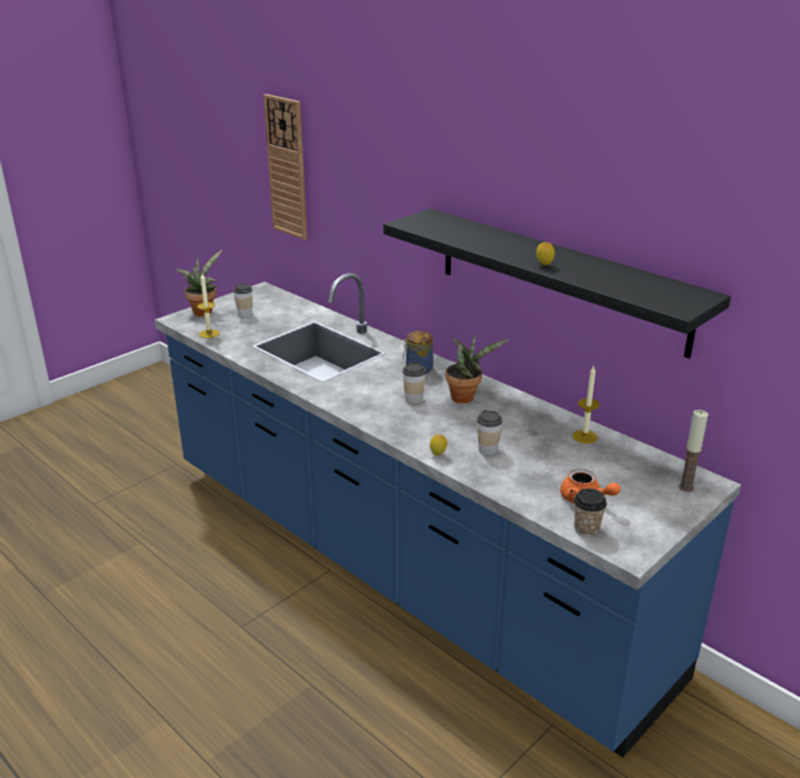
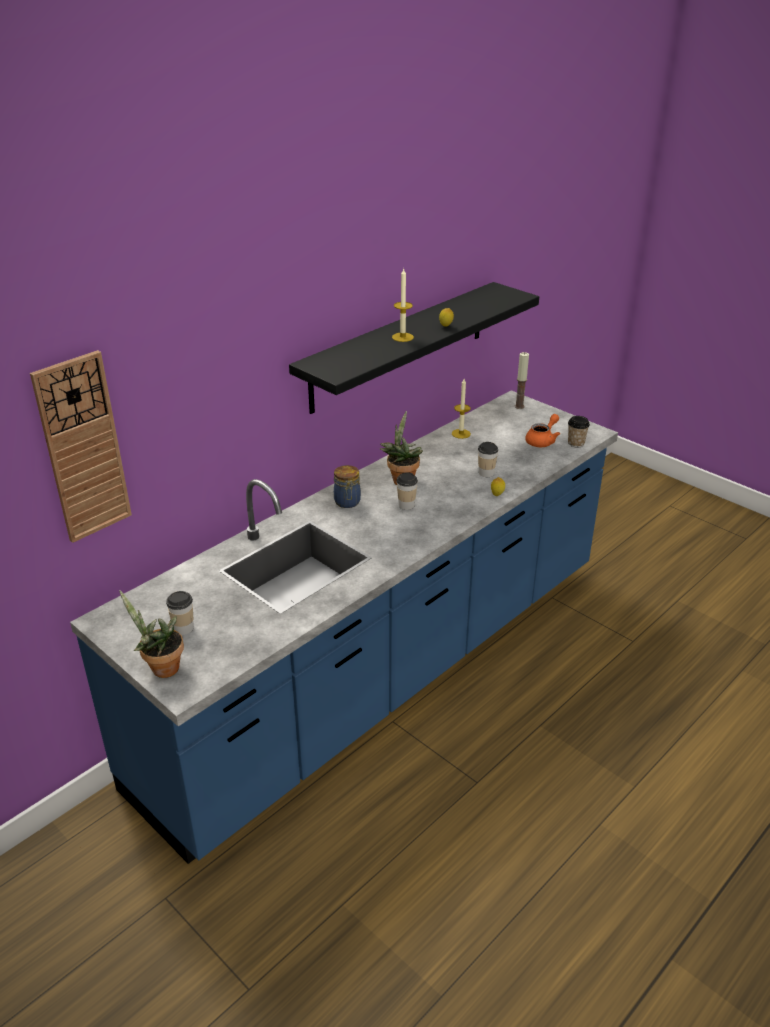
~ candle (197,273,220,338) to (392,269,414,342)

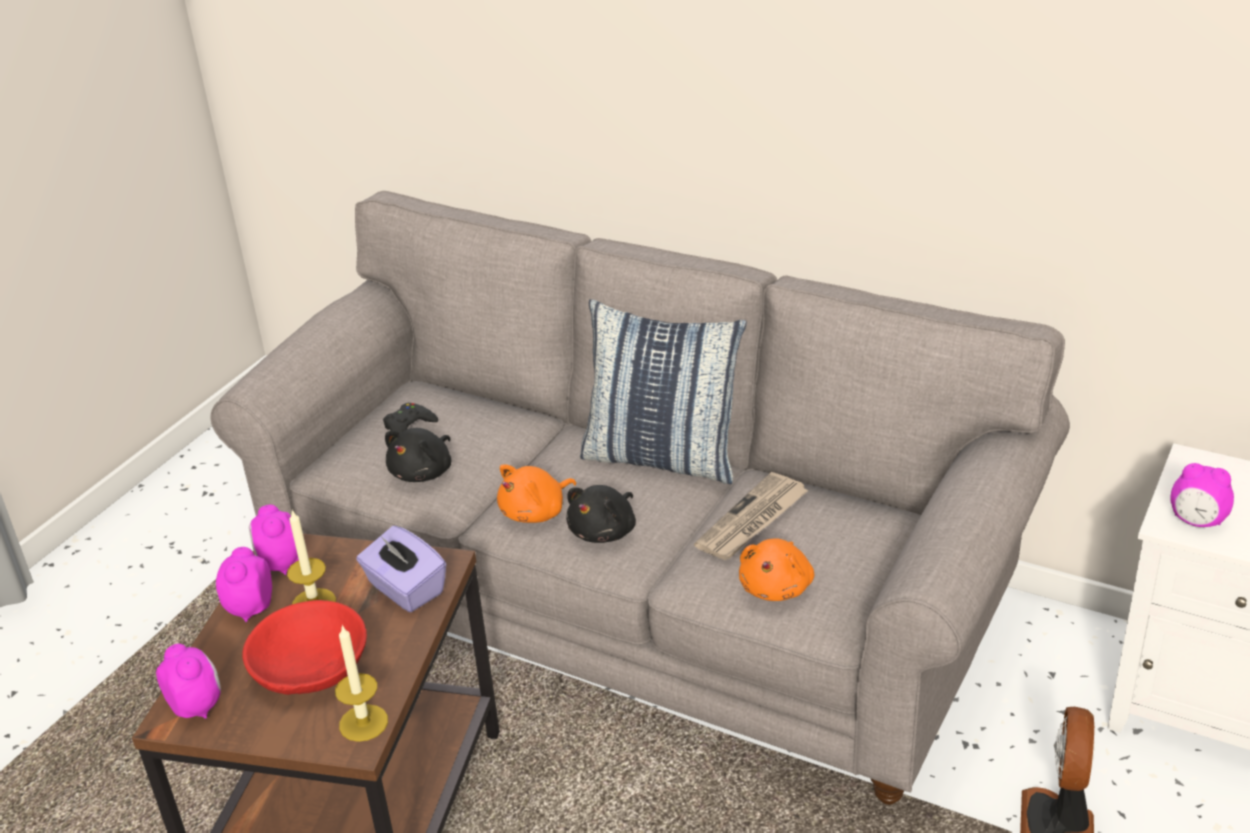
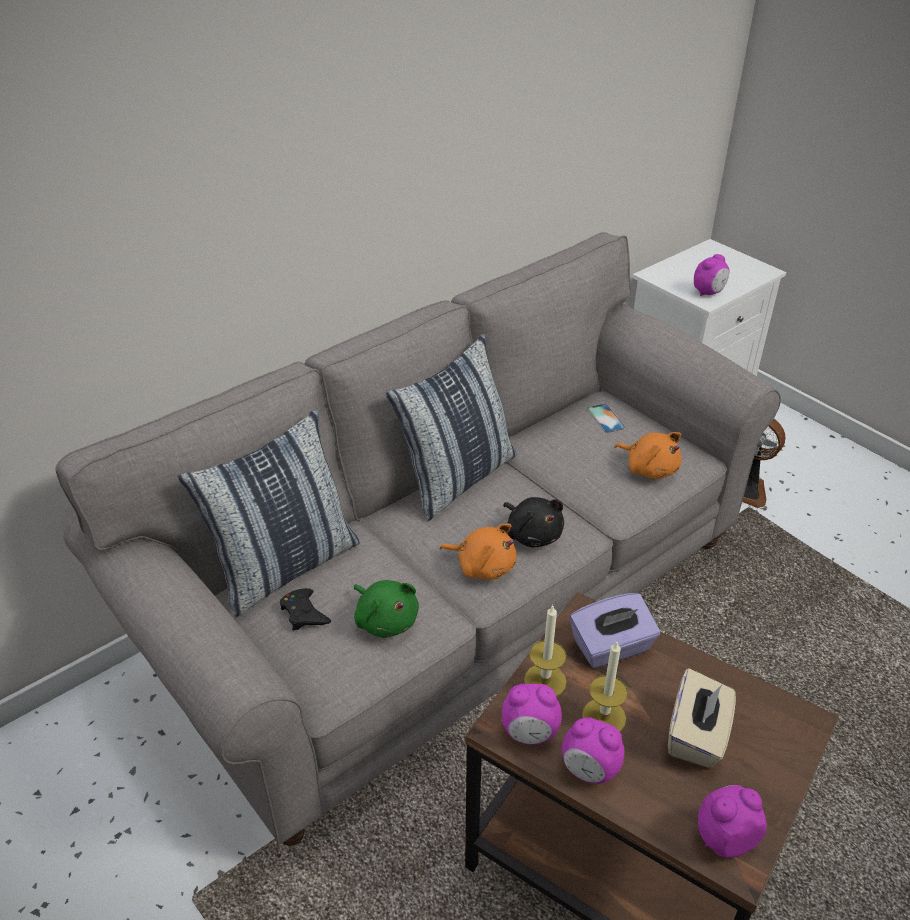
~ red deep dish (243,600,367,695) to beige box of tissues (668,668,736,768)
~ candle (335,625,388,742) to (524,605,567,697)
~ blackish cuddly toy (385,428,451,482) to green-coloured cuddly toy (354,580,419,638)
~ orange cuddly toy (497,464,576,523) = (440,524,517,580) 45 degrees counterclockwise
- printed paper (694,472,809,560)
+ pillow (178,409,360,617)
+ handset (587,404,625,433)

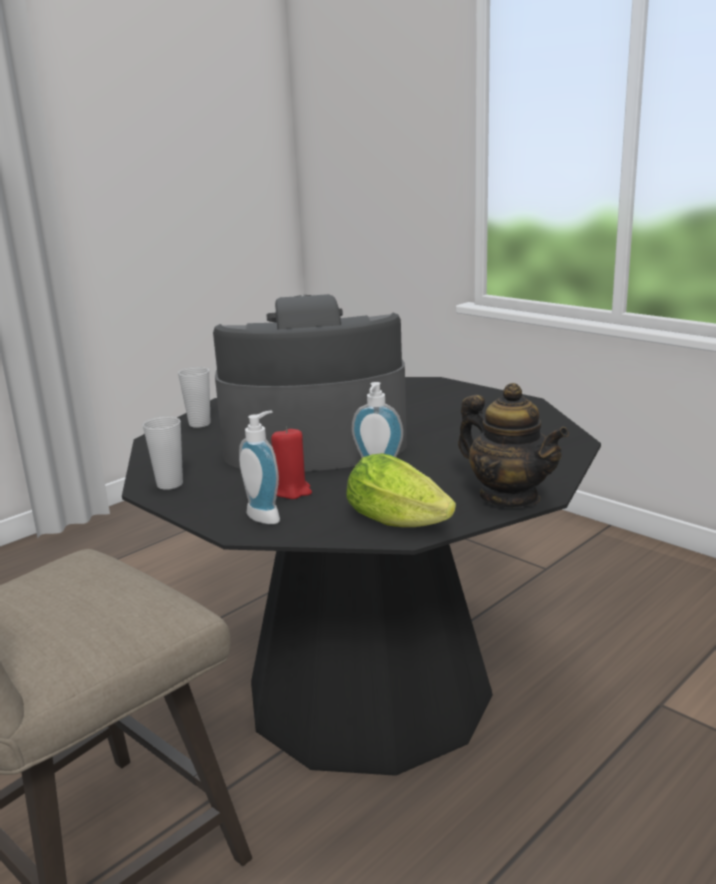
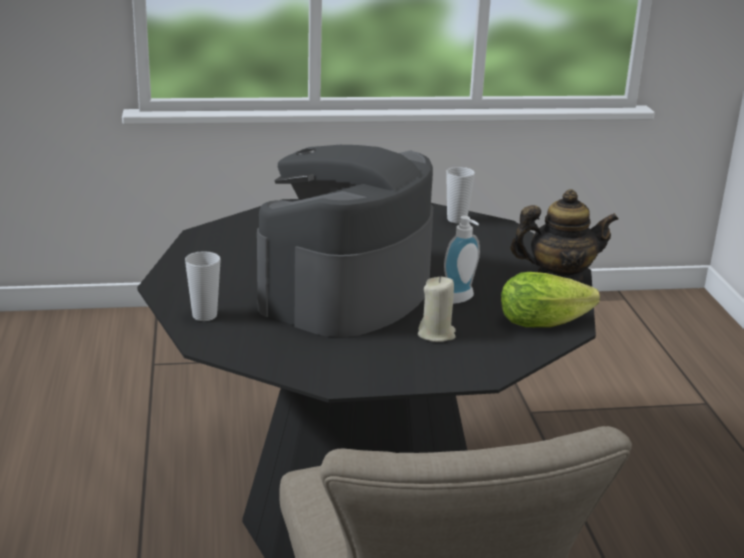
~ small cup (143,416,183,490) to (446,167,475,223)
- soap bottle (239,411,280,524)
~ red candle (271,427,312,499) to beige candle (418,277,456,342)

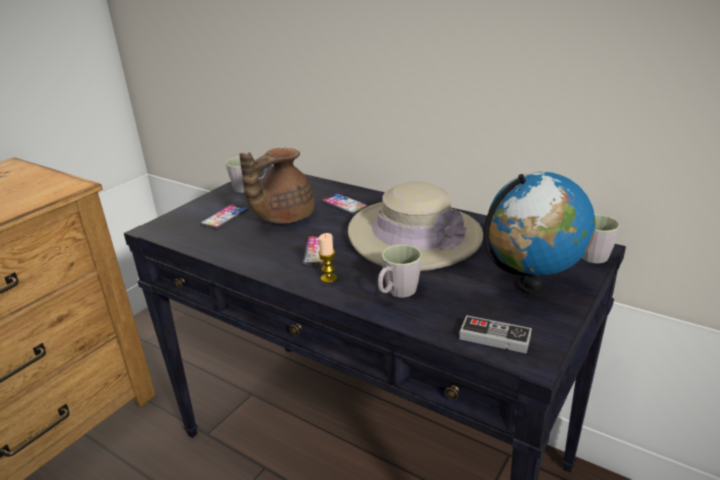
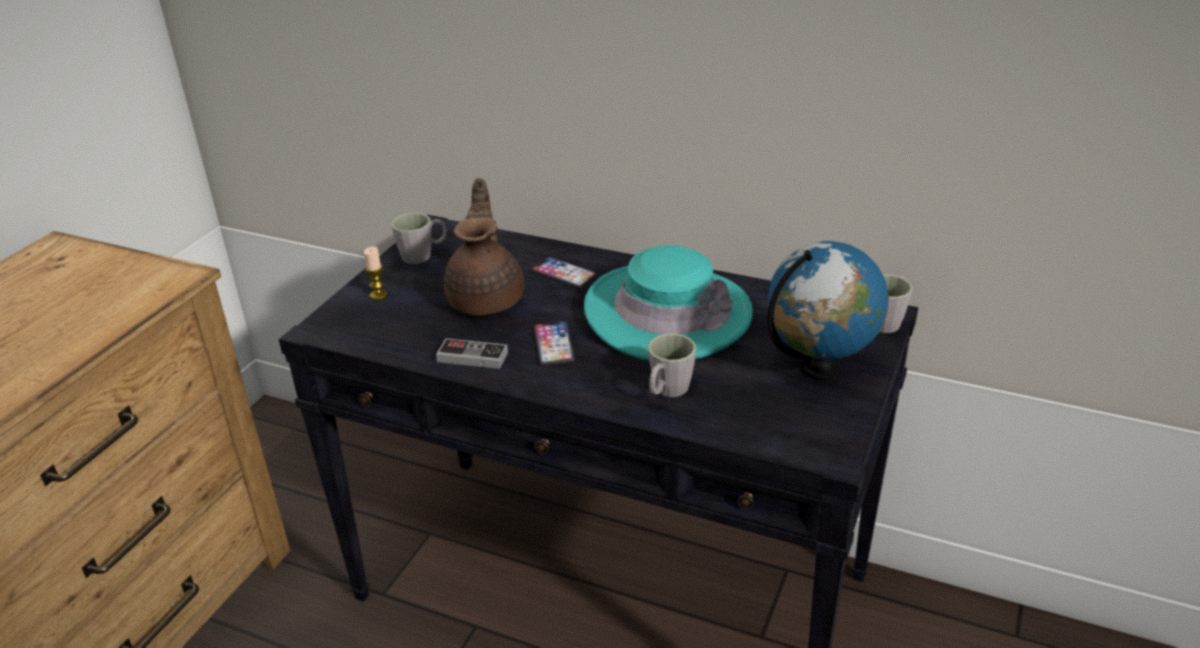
- handset (200,204,249,229)
~ brownish teapot (240,148,315,224) = (444,178,524,316) 150 degrees clockwise
~ candle (318,233,337,283) to (364,247,388,300)
~ beige wearable hat (348,181,483,271) to blue-green wearable hat (584,245,753,361)
~ gamepad (459,315,532,354) to (436,338,508,369)

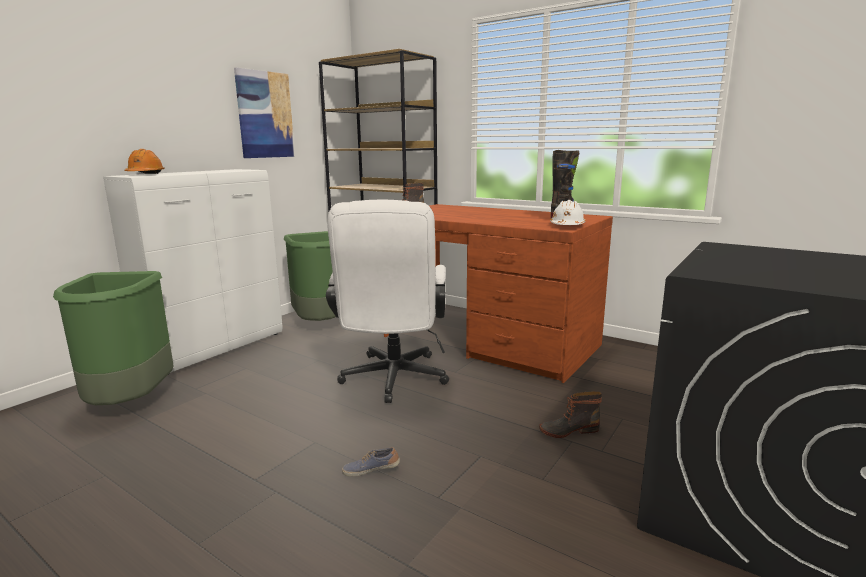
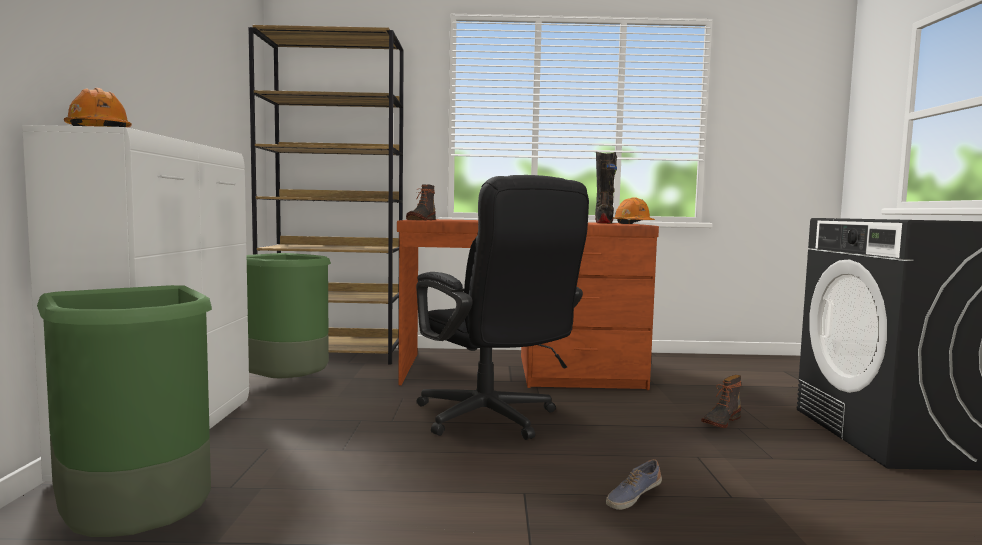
- wall art (234,68,295,158)
~ white office chair (326,200,449,403) to blackish office chair (416,175,589,440)
~ white work helmet (550,200,586,225) to orange work helmet (613,197,655,224)

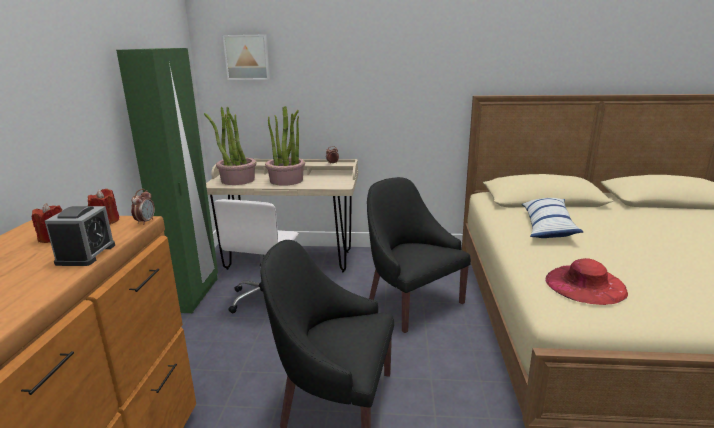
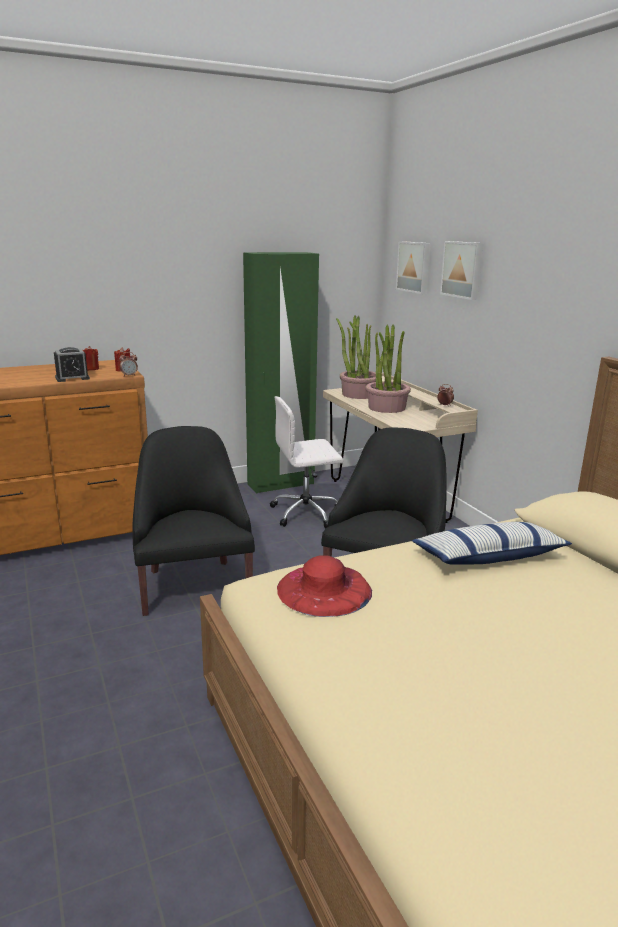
+ wall art (440,241,483,300)

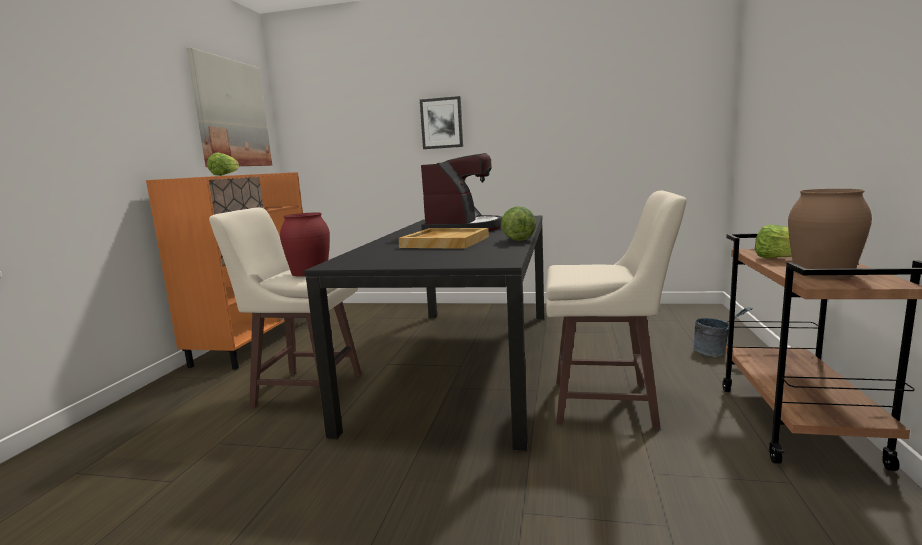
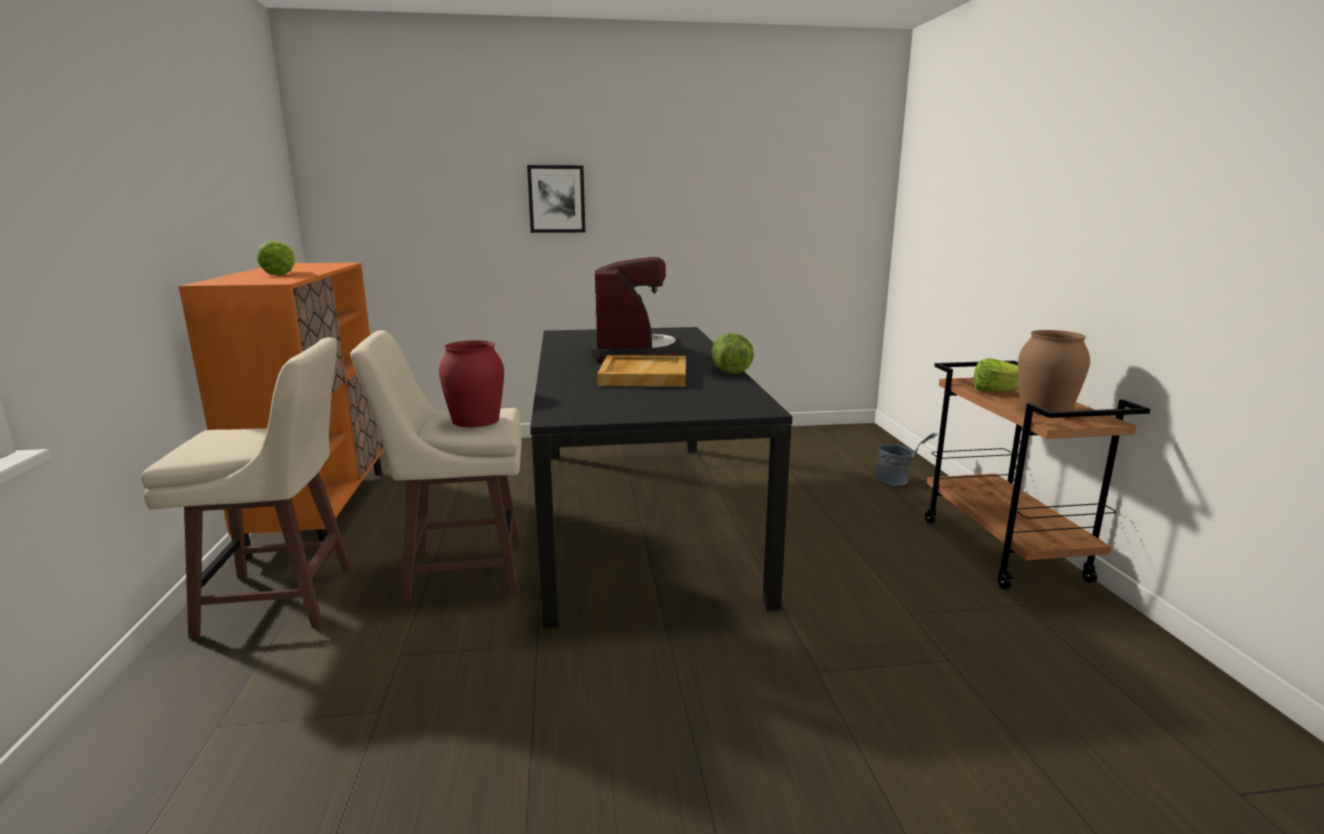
- wall art (187,48,272,167)
~ beige stool seat (546,191,687,429) to (141,337,352,639)

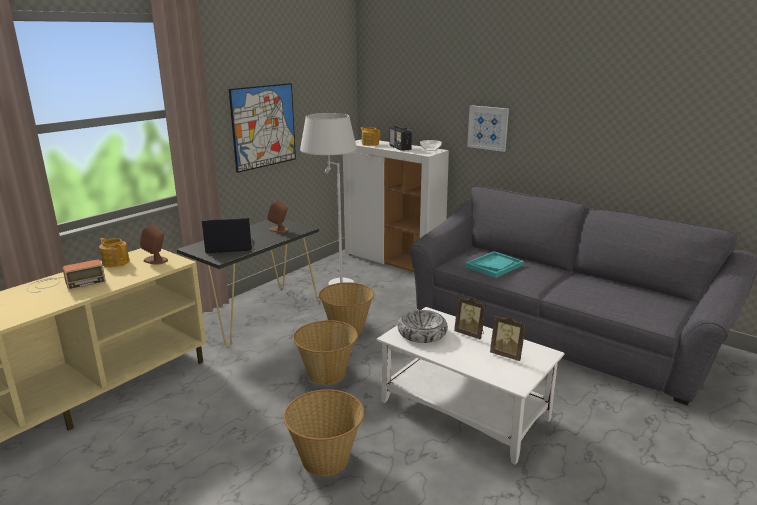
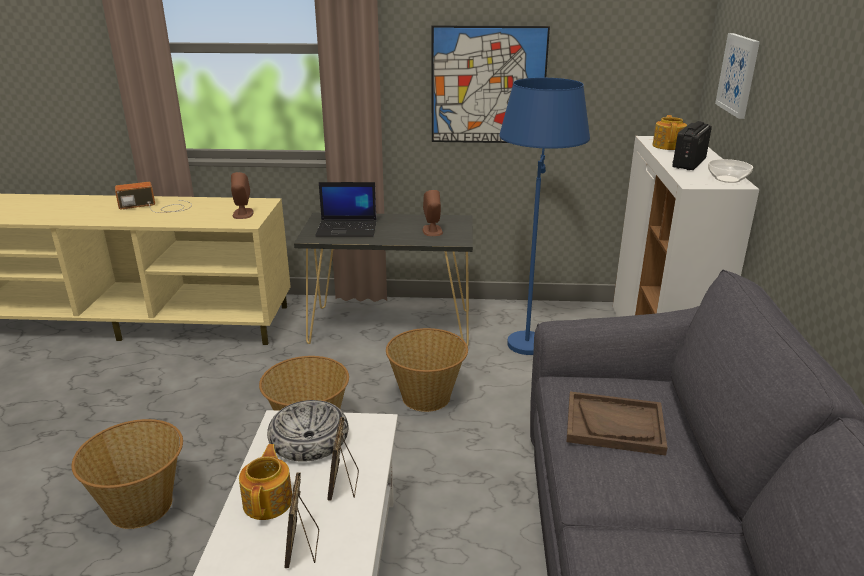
~ radio receiver (27,259,106,293) = (115,182,192,213) 135 degrees clockwise
~ teapot (99,238,130,267) to (239,444,292,520)
~ notebook computer (202,218,253,253) = (315,182,377,237) 135 degrees clockwise
~ white standing lamp (300,113,357,285) to blue standing lamp (500,78,590,355)
~ blue-green carrying tray (466,251,524,278) to brownish carrying tray (566,392,667,456)
~ wall art (467,105,509,152) to (715,33,760,119)

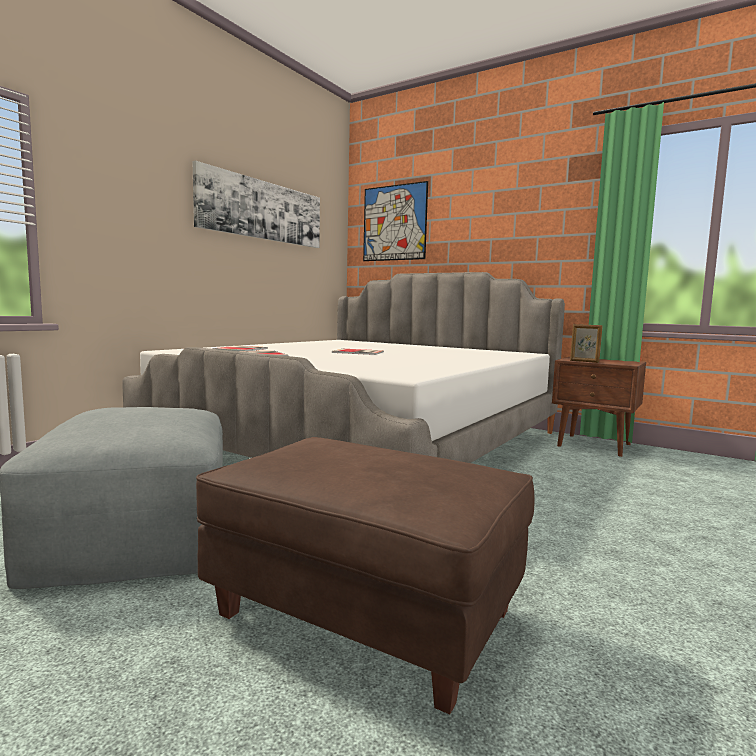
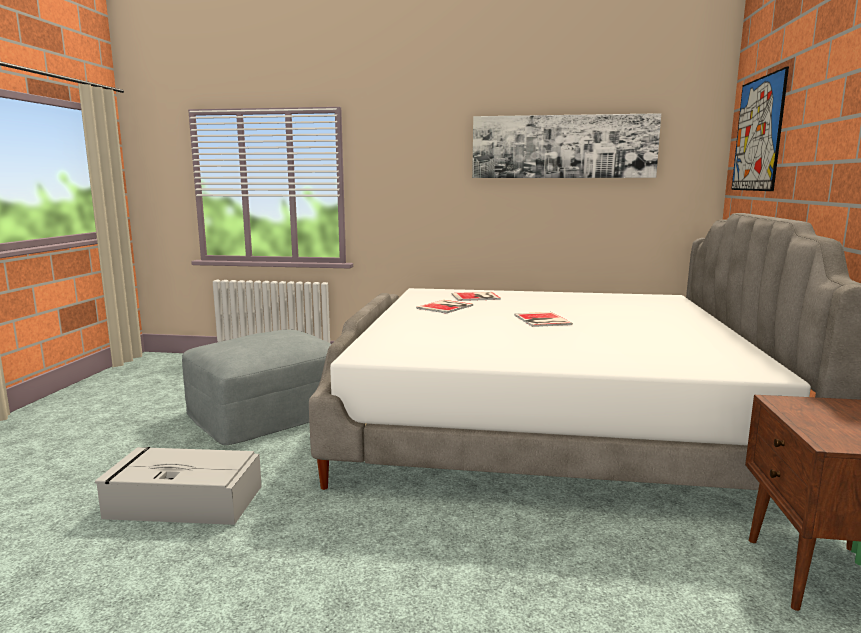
~ brownish footrest (196,437,534,714) to grey storage box (95,447,262,525)
- photo frame (570,324,603,363)

